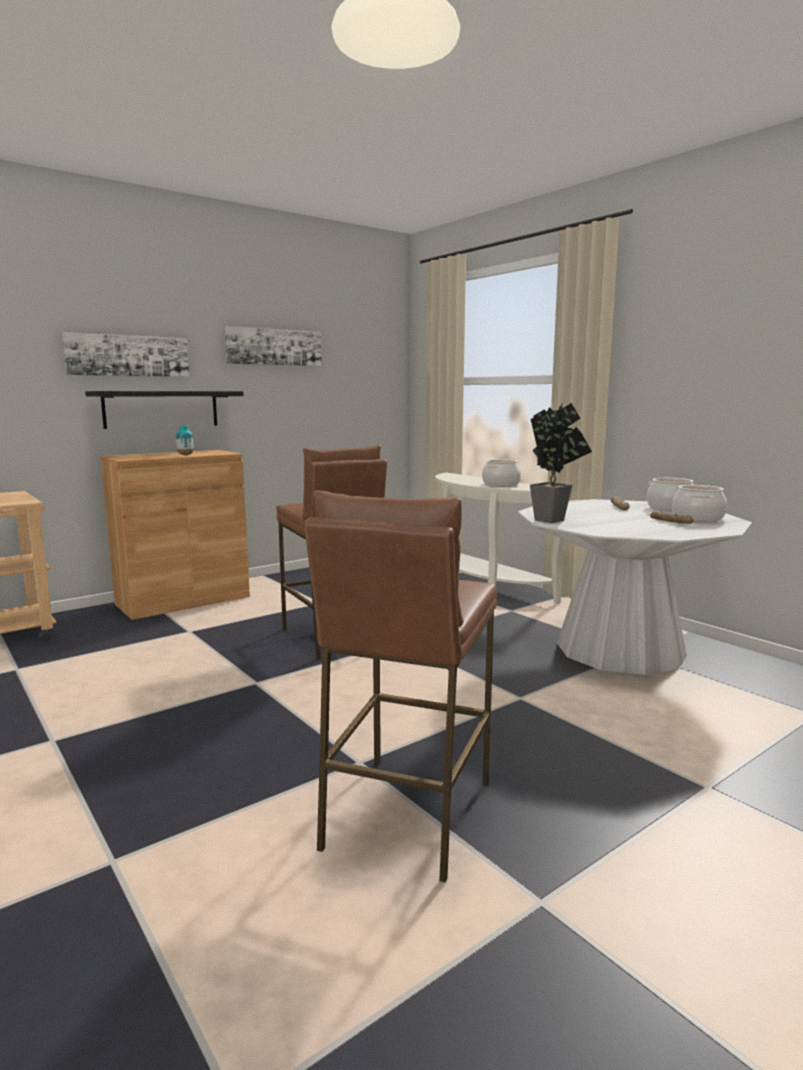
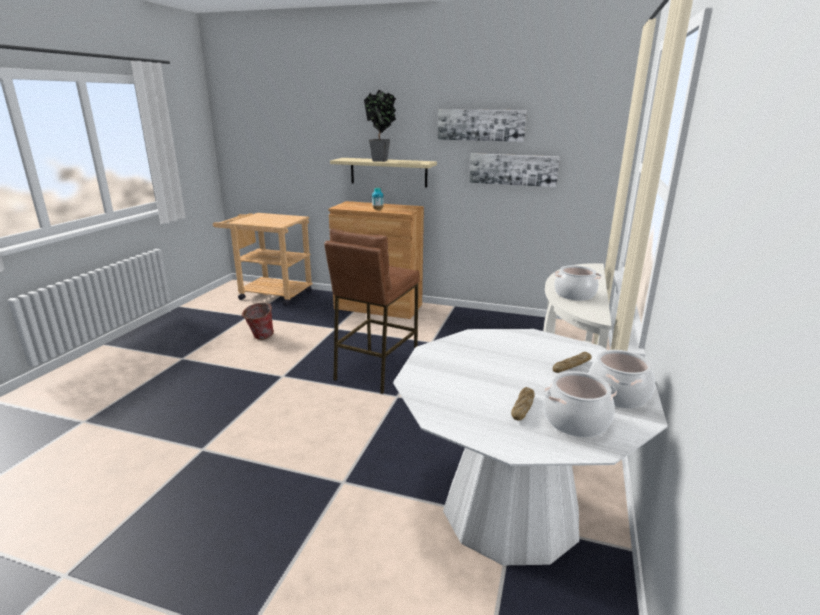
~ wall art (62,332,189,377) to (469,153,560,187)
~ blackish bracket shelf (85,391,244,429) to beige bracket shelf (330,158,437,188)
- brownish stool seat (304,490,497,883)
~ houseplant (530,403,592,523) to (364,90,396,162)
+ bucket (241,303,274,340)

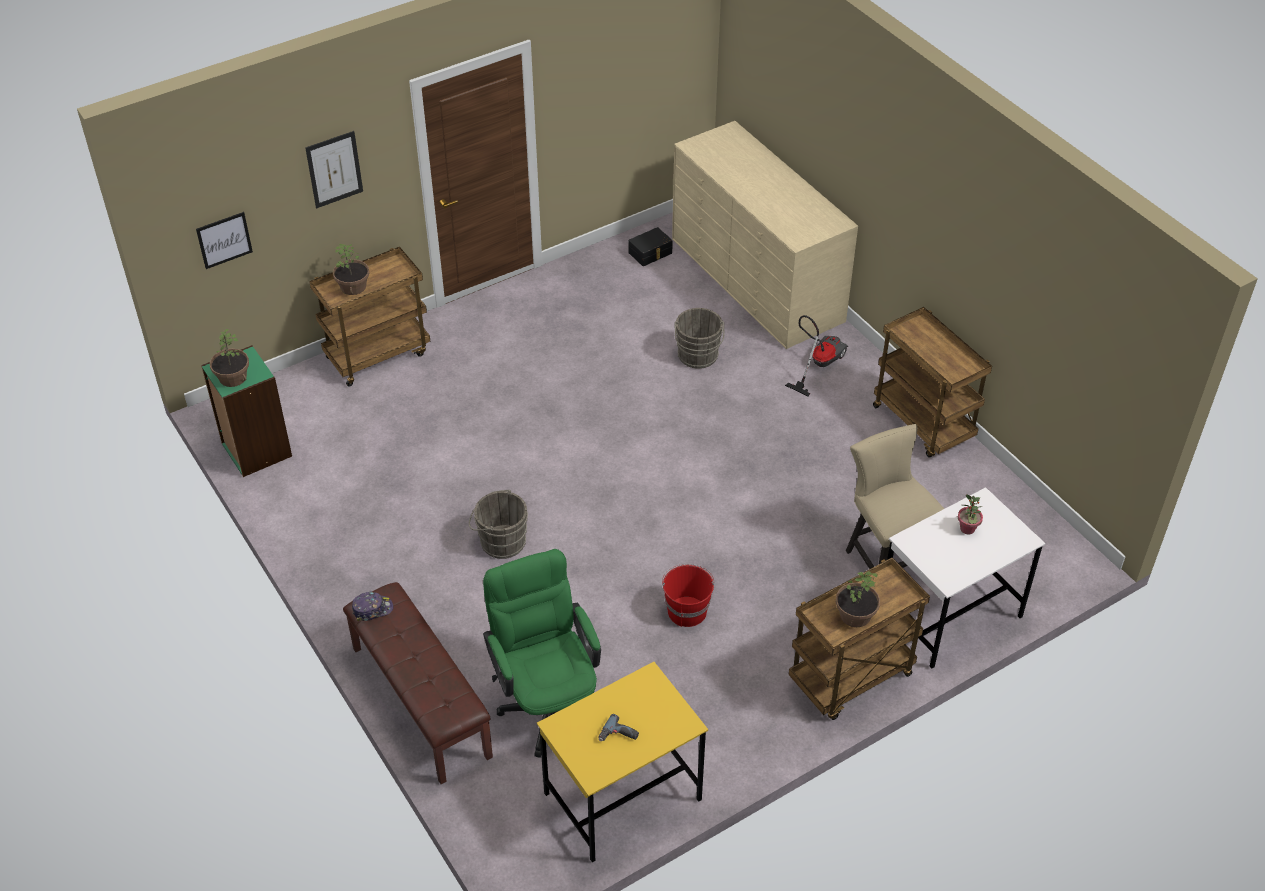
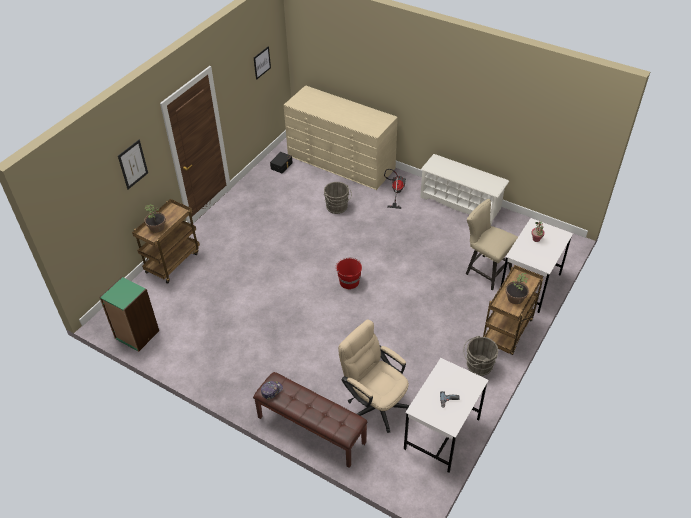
~ wall art (196,212,253,269) to (254,46,271,80)
- houseplant (210,329,249,387)
~ grey bucket (469,490,528,559) to (463,336,498,376)
~ green-coloured office chair (483,549,601,758) to beige office chair (338,320,409,433)
~ yellowish desk unit (537,662,708,862) to white desk unit (404,358,489,473)
~ red bucket (662,564,714,627) to (335,258,362,290)
~ brownish trolley (873,307,992,458) to white shoe rack (420,154,509,225)

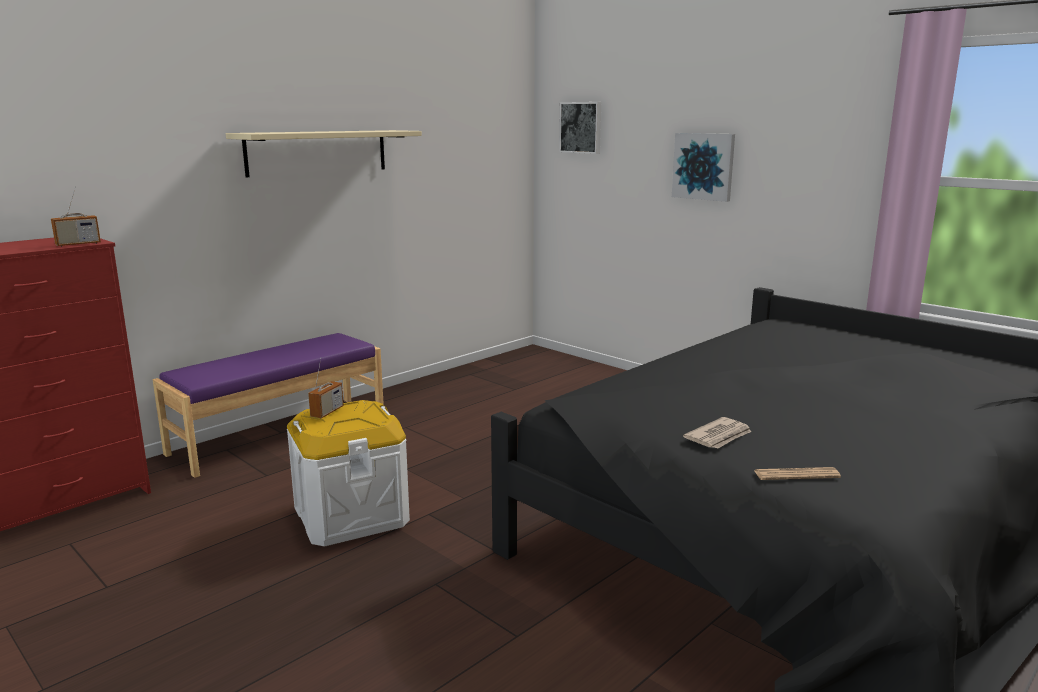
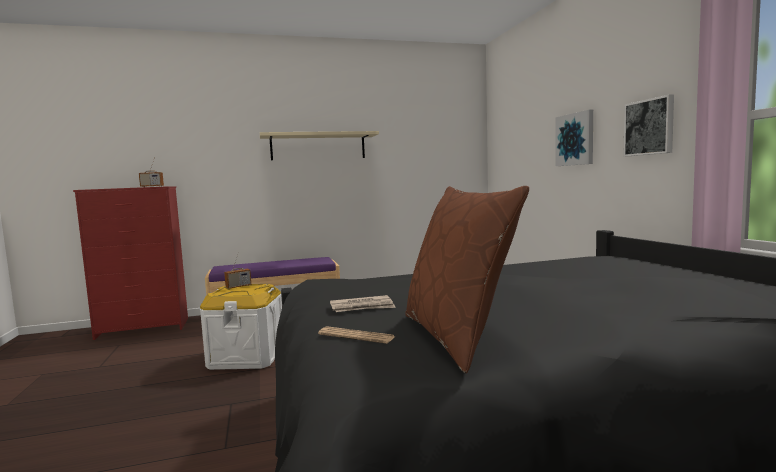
~ wall art (559,102,601,154) to (623,94,674,157)
+ brownish pillow (405,186,529,373)

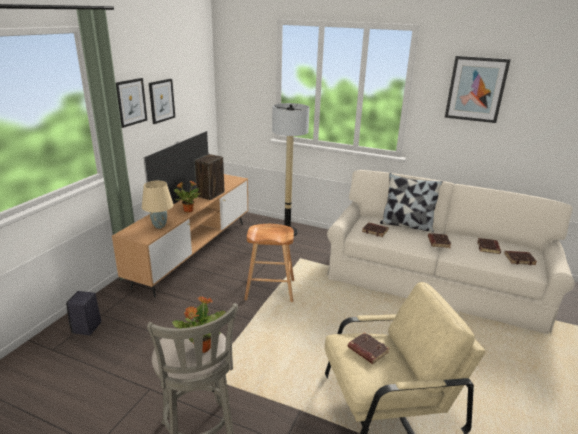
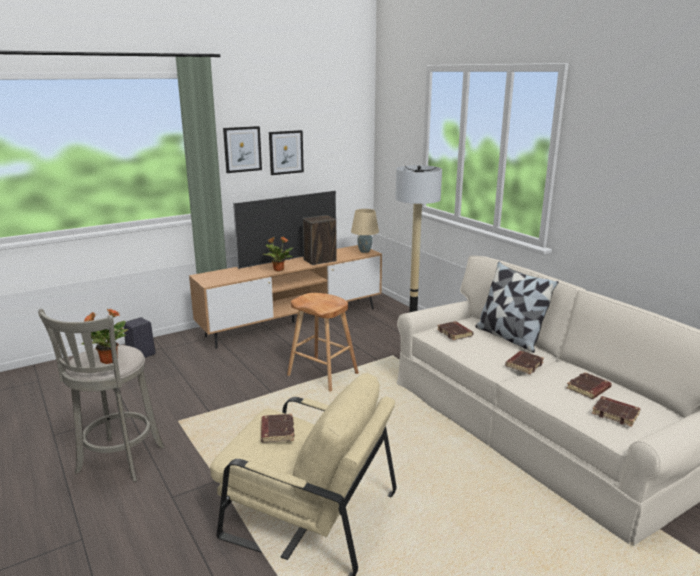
~ beige tabletop lamp (142,181,173,229) to (351,209,379,253)
- wall art (445,56,511,123)

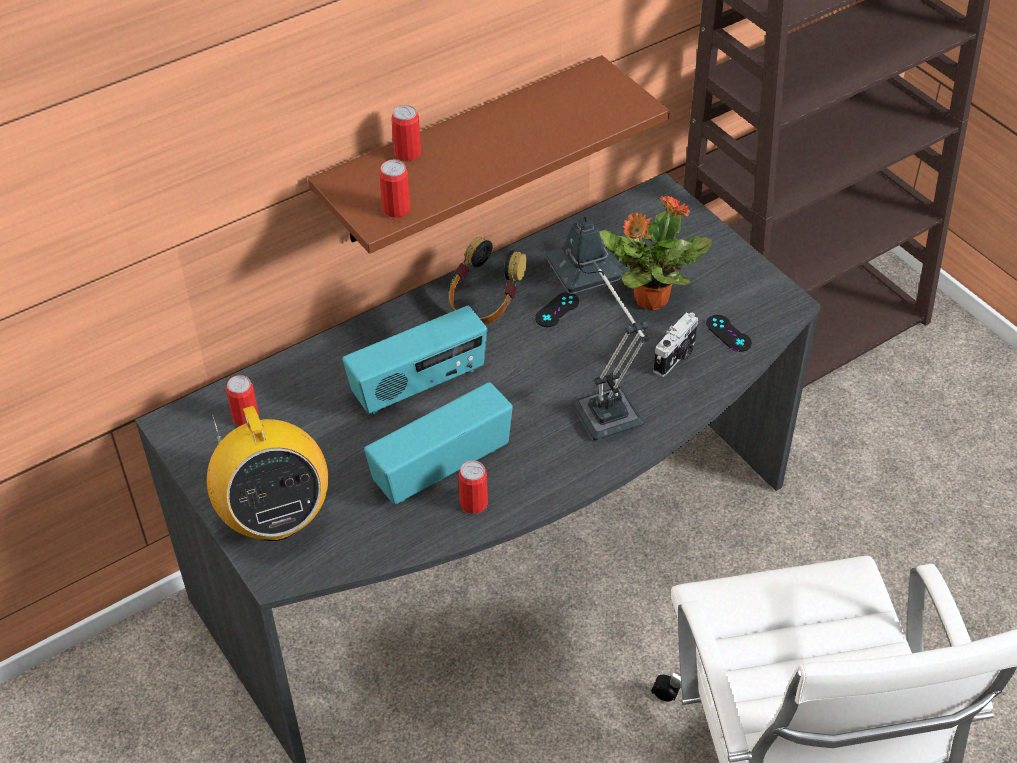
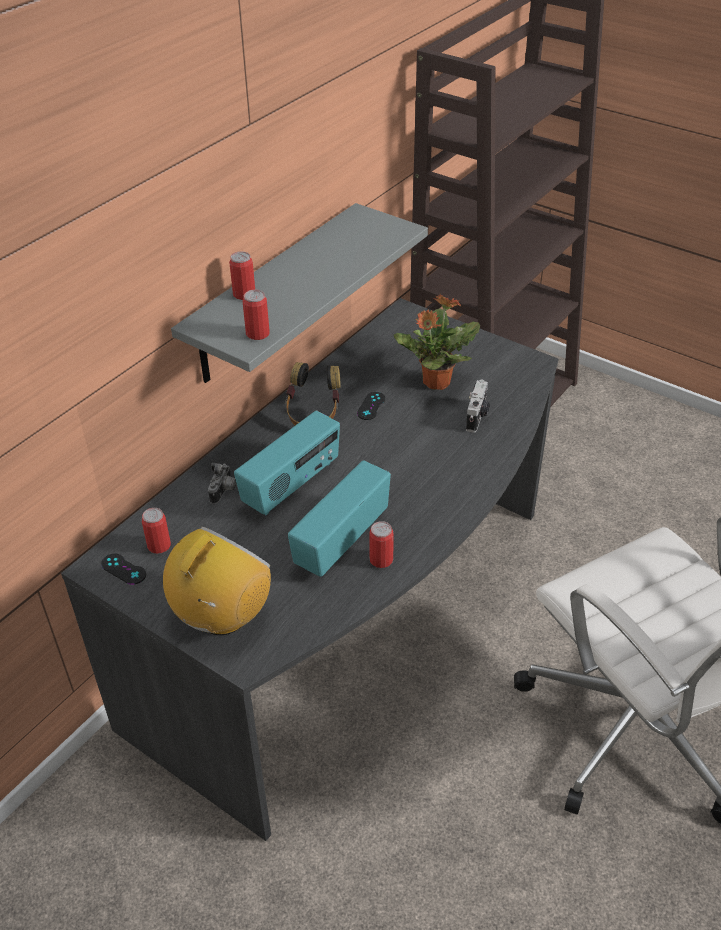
~ radio receiver (207,406,328,541) = (163,527,271,635) 105 degrees counterclockwise
~ brownish bracket shelf (308,55,670,254) to grey bracket shelf (171,203,428,383)
- tabletop lamp (546,216,649,440)
~ blackish gamepad (706,315,752,352) to (101,553,146,585)
+ still camera (208,463,237,504)

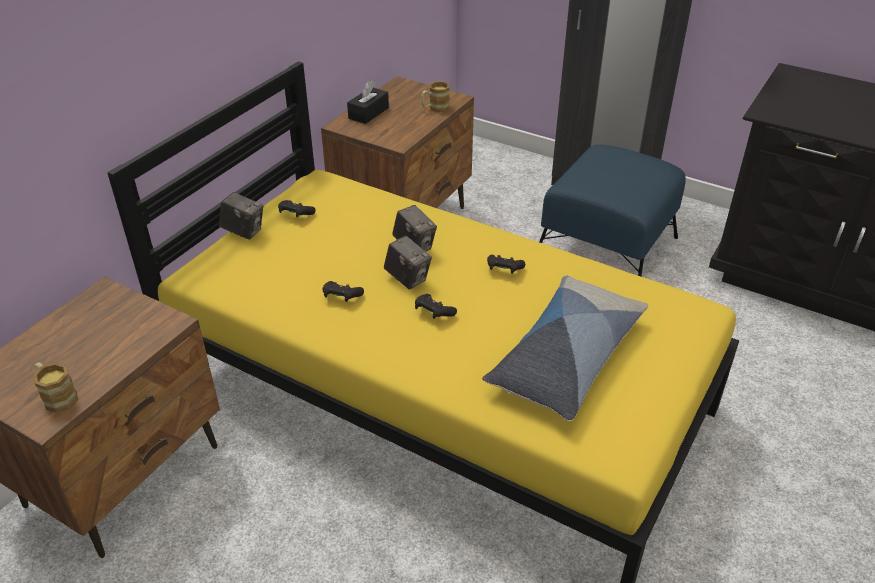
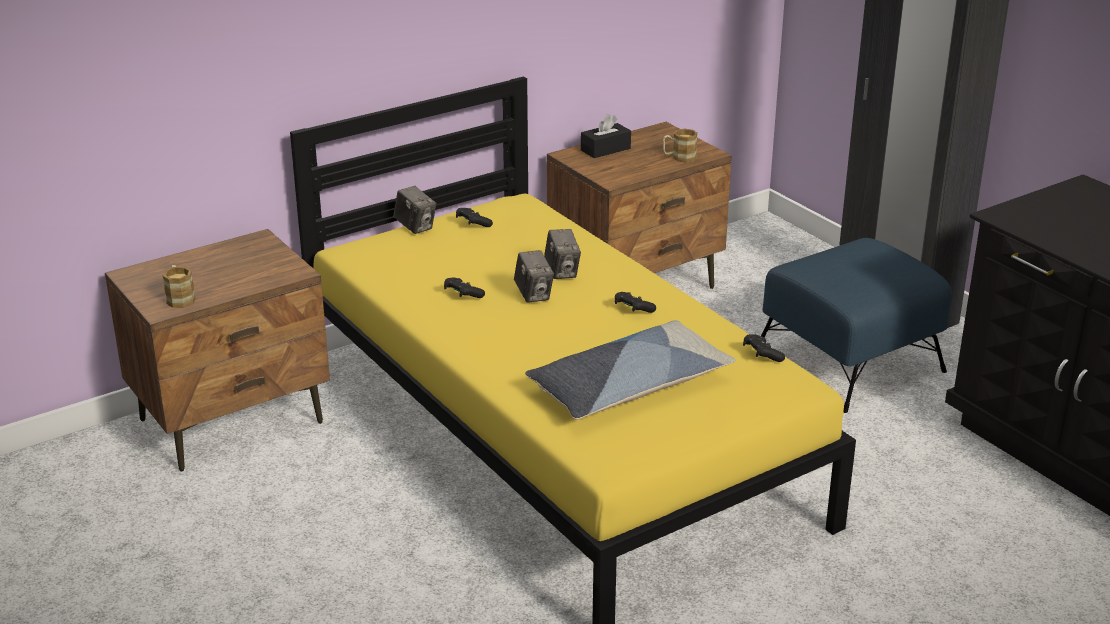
~ blackish gamepad (415,294,457,319) to (743,334,785,362)

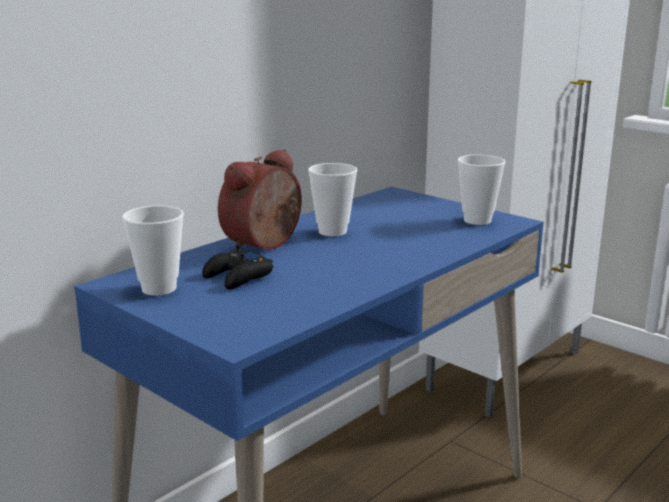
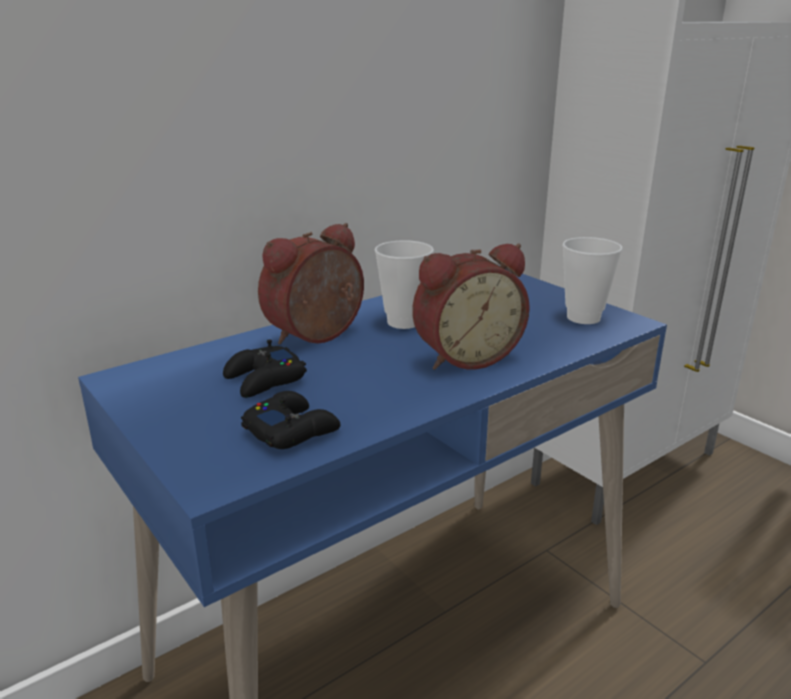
- small cup (122,205,184,295)
+ blackish gamepad (241,391,341,449)
+ alarm clock (412,244,530,370)

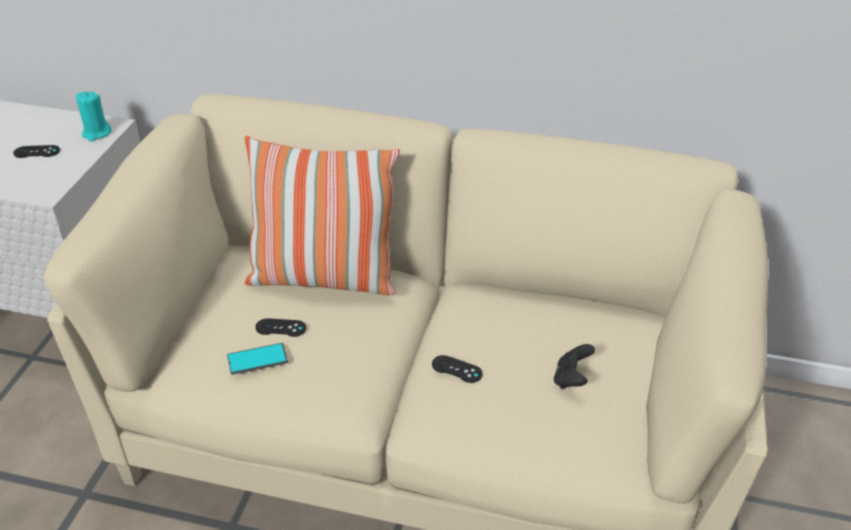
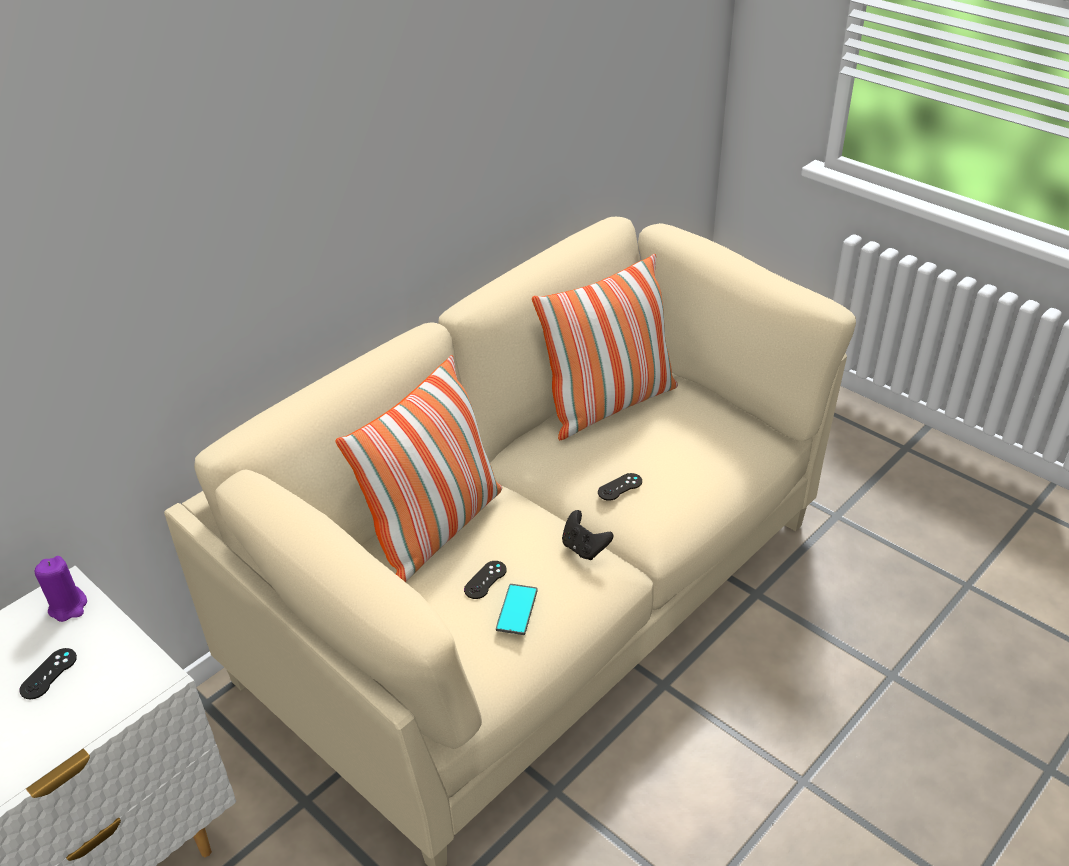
~ blue-green candle (76,92,112,141) to purple candle (35,556,87,622)
~ blackish gamepad (554,344,595,389) to (562,510,613,560)
+ pillow (532,254,678,440)

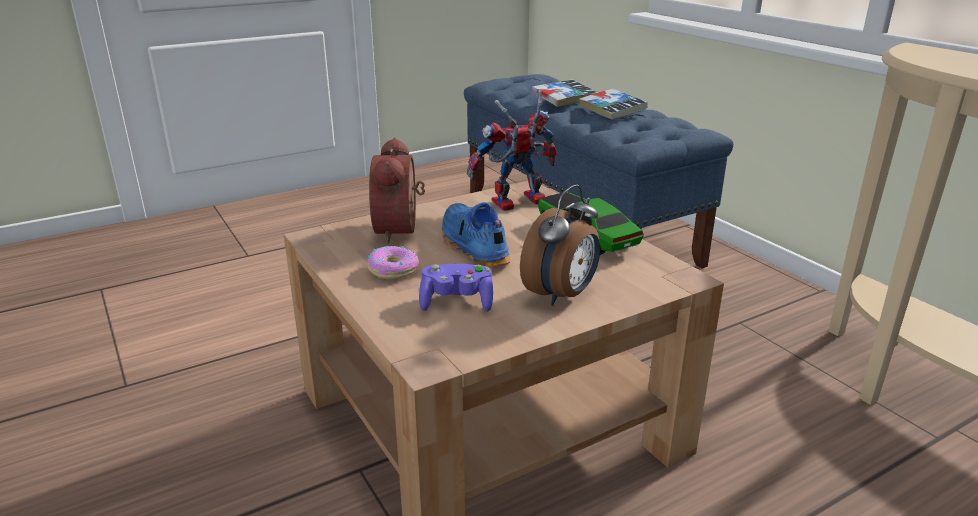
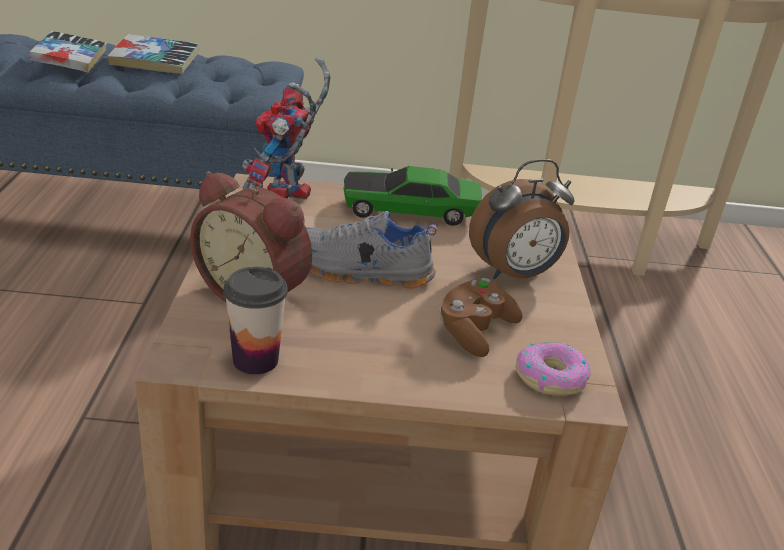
~ ring doughnut (367,246,419,279) to (515,342,591,395)
~ purple gamepad (419,264,493,312) to brownish gamepad (439,278,523,357)
~ blue item of footwear (442,202,511,267) to grey item of footwear (306,211,437,289)
~ alarm clock (520,184,600,306) = (469,159,574,279) 90 degrees clockwise
+ small cup (224,267,288,375)

